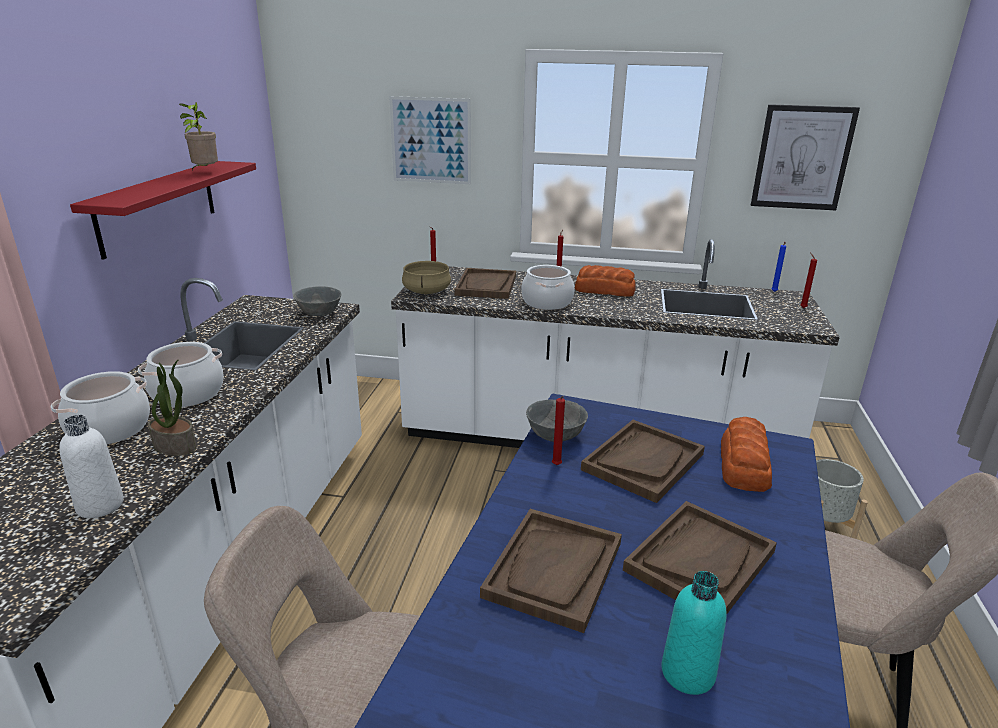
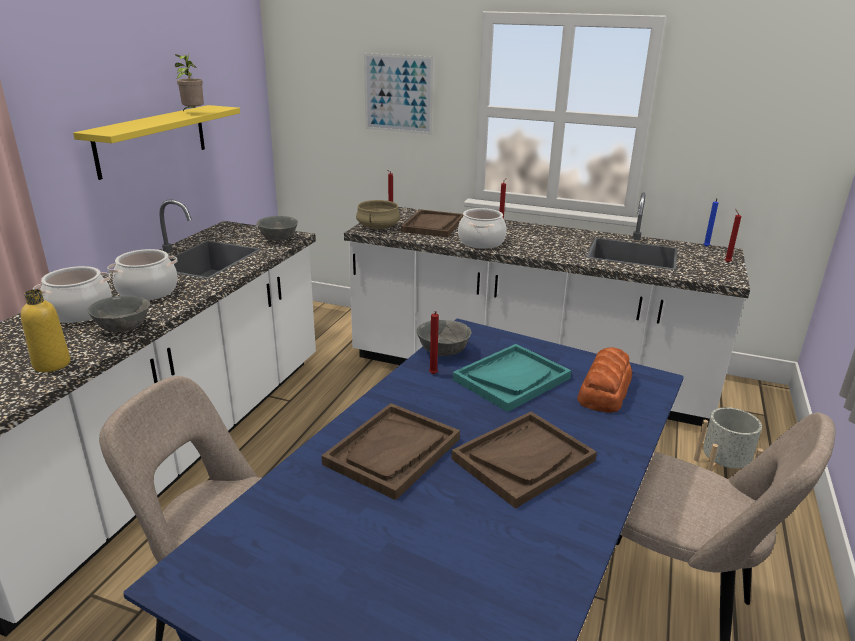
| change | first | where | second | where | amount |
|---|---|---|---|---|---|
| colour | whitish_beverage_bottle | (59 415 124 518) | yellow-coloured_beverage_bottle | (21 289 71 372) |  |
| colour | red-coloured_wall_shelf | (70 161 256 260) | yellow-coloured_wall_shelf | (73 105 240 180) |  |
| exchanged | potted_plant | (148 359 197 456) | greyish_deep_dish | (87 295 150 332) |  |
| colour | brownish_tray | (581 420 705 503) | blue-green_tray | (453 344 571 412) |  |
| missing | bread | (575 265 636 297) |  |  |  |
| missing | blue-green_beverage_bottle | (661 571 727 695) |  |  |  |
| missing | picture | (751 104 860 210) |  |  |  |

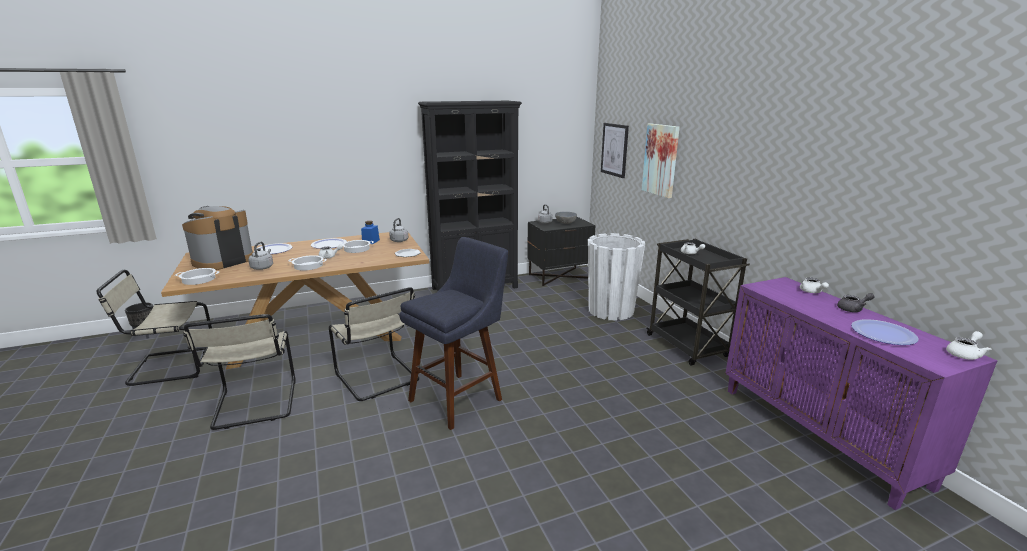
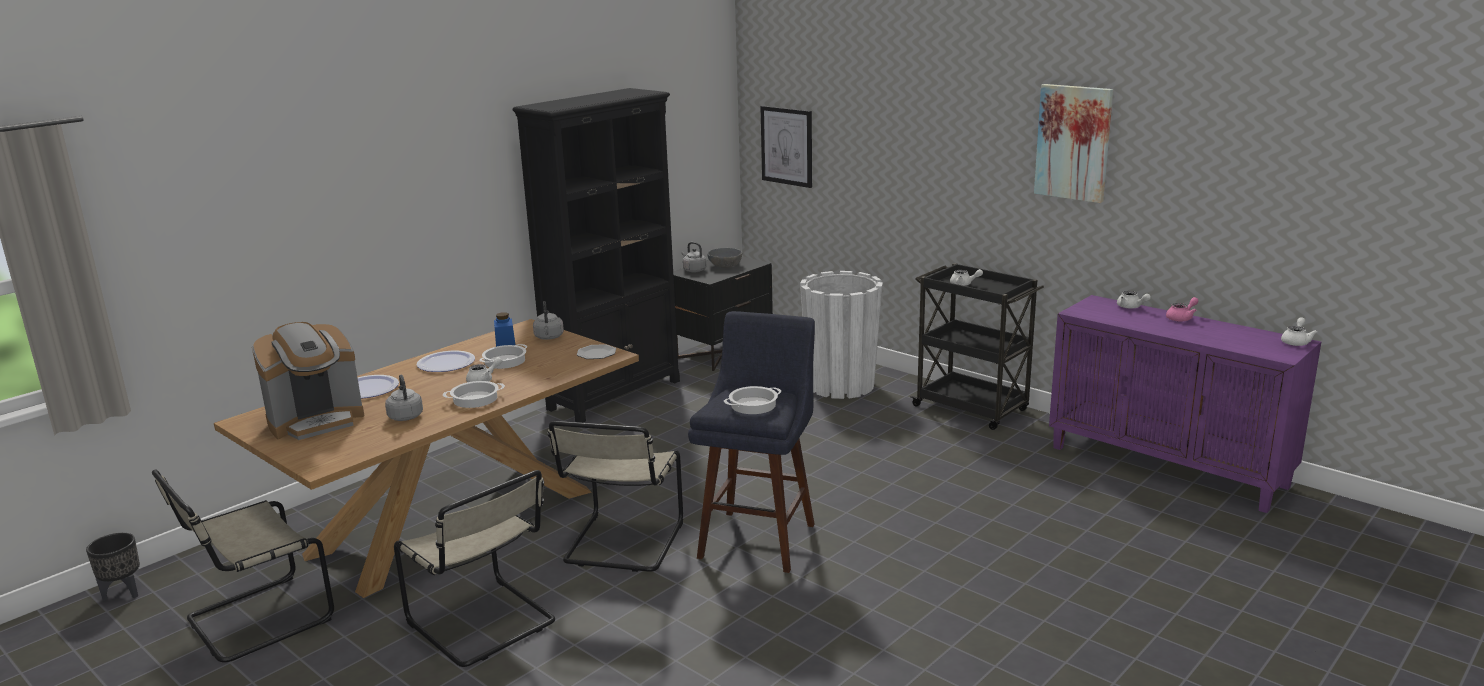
| change | first | where | second | where | amount |
|---|---|---|---|---|---|
| spun | coffee_maker | (182 206 253 270) |  | (252 322 364 440) | 135 degrees counterclockwise |
| spun | beige_chair | (329 287 419 401) |  | (547 421 683 572) | 75 degrees clockwise |
| relocated | stockpot | (175 268 219 285) |  | (724 386 781 414) |  |
| relocated | picture | (642 123 680 198) |  | (1034 84 1113 203) |  |
| colour | greyish_teapot | (837 293 874 312) | pink-coloured_teapot | (1166 297 1198 322) |  |
| missing | dinner_plate | (851 319 919 345) |  |  |  |

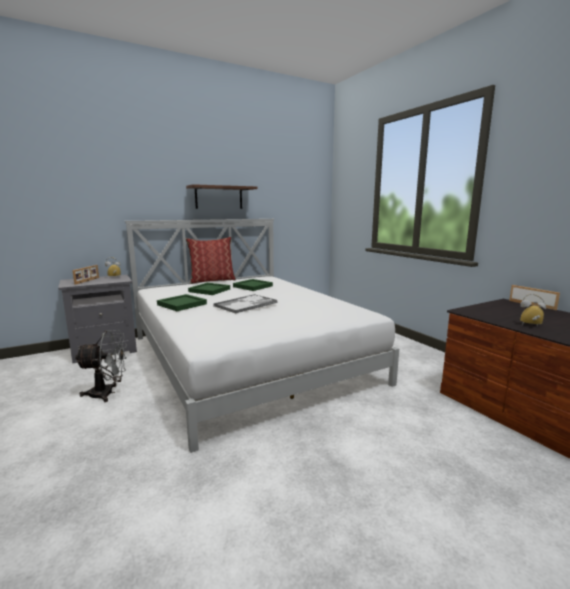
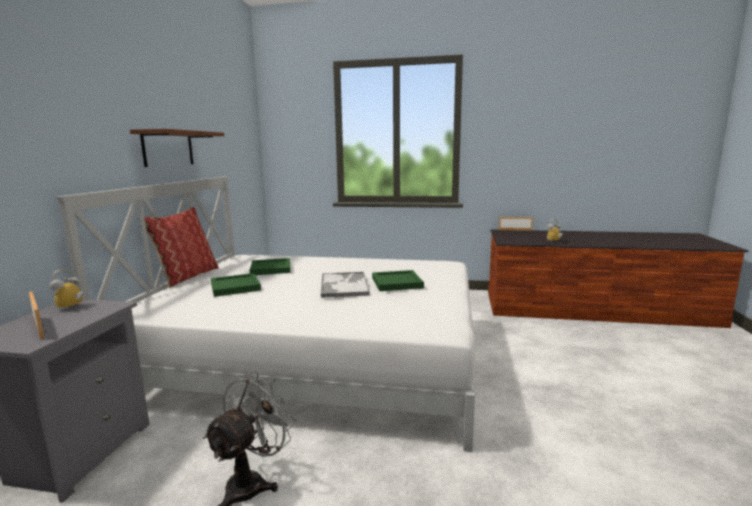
| change | first | where | second | where | amount |
|---|---|---|---|---|---|
| relocated | green_tray | (157 294 207 311) |  | (372 270 424 291) |  |

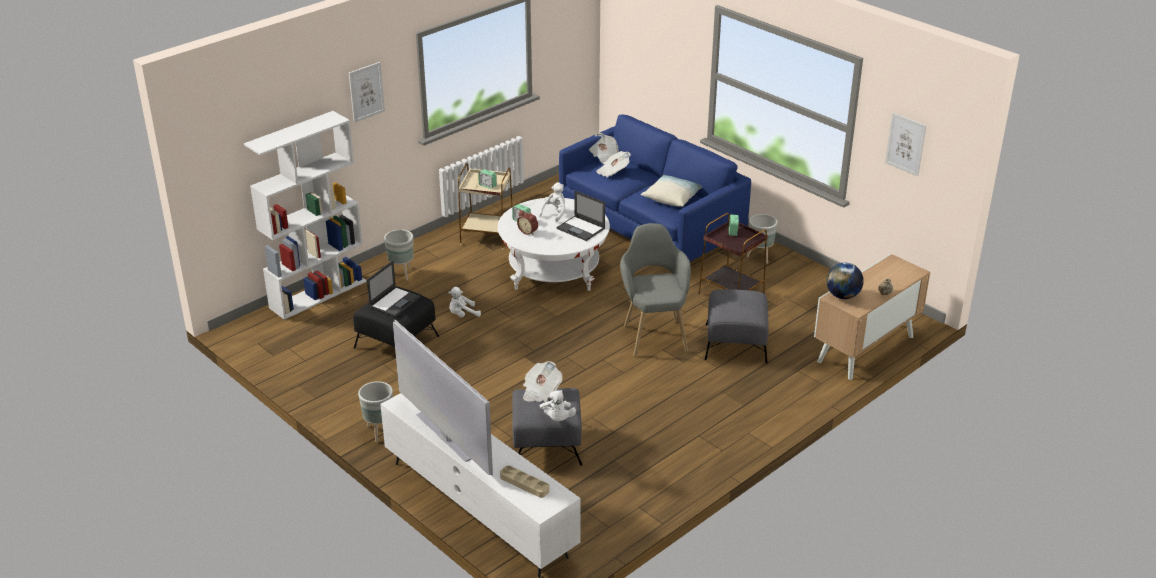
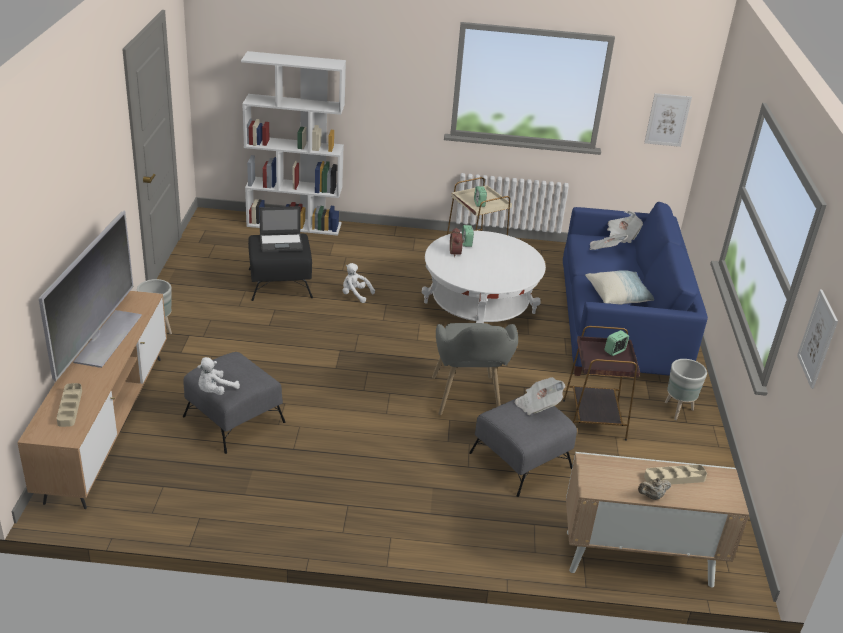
| change | first | where | second | where | amount |
|---|---|---|---|---|---|
| colour | whitish_tv_unit | (380 393 581 578) | brownish_tv_unit | (17 291 167 509) |  |
| spun | greyish_easy_chair | (620 223 691 357) |  | (432 323 518 415) | 135 degrees clockwise |
| relocated | daily_paper | (523 361 562 402) |  | (515 377 566 415) |  |
| relocated | picture | (349 62 385 123) |  | (644 93 692 147) |  |
| appeared |  |  | beige_tray | (644 465 707 485) |  |
| missing | greyish_plant_pot | (384 229 413 280) |  |  |  |
| missing | whitish_plush_toy | (539 182 565 222) |  |  |  |
| missing | portable_computer | (556 190 605 241) |  |  |  |
| missing | globe | (826 263 864 299) |  |  |  |

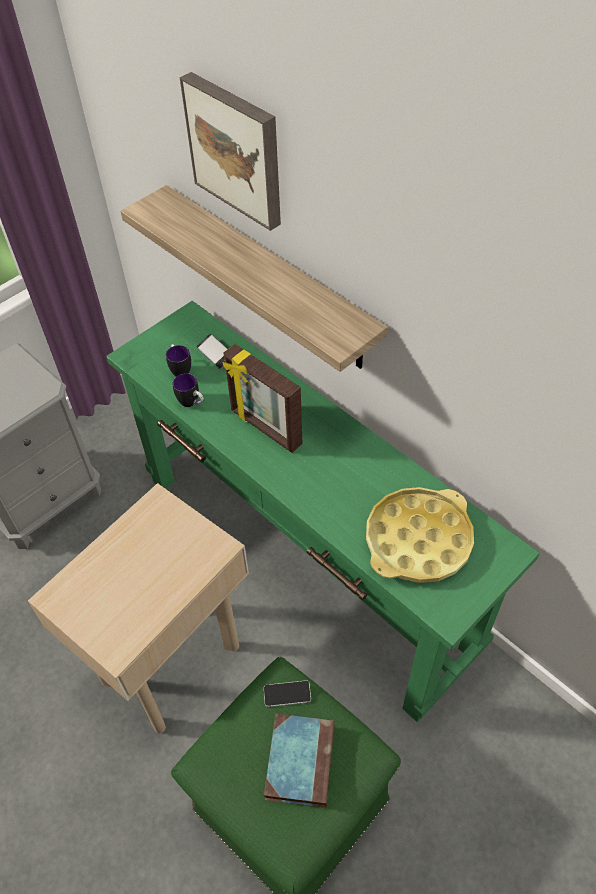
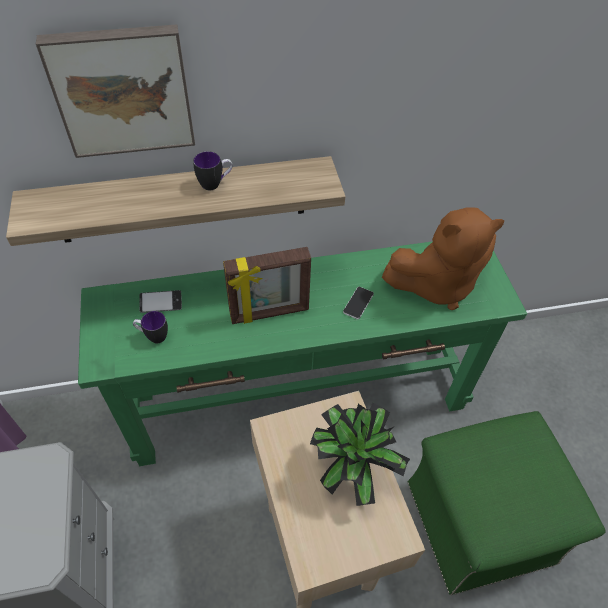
| change | first | where | second | where | amount |
|---|---|---|---|---|---|
| relocated | coffee_mug | (172 373 204 407) |  | (193 151 233 190) |  |
| appeared |  |  | potted_plant | (310 403 410 506) |  |
| relocated | telephone | (264 680 311 707) |  | (343 287 374 319) |  |
| exchanged | yellow-coloured_tray | (366 487 474 583) | brownish_plush_toy | (382 208 504 310) |  |
| missing | book | (264 714 335 808) |  |  |  |

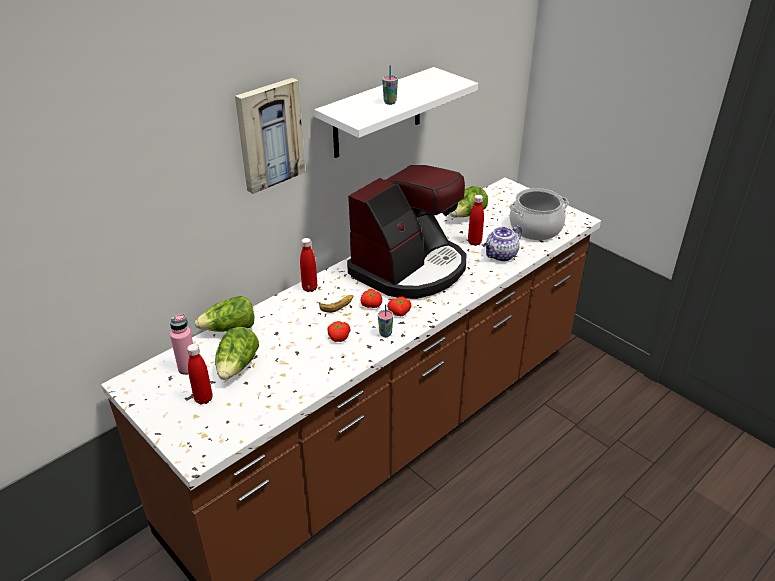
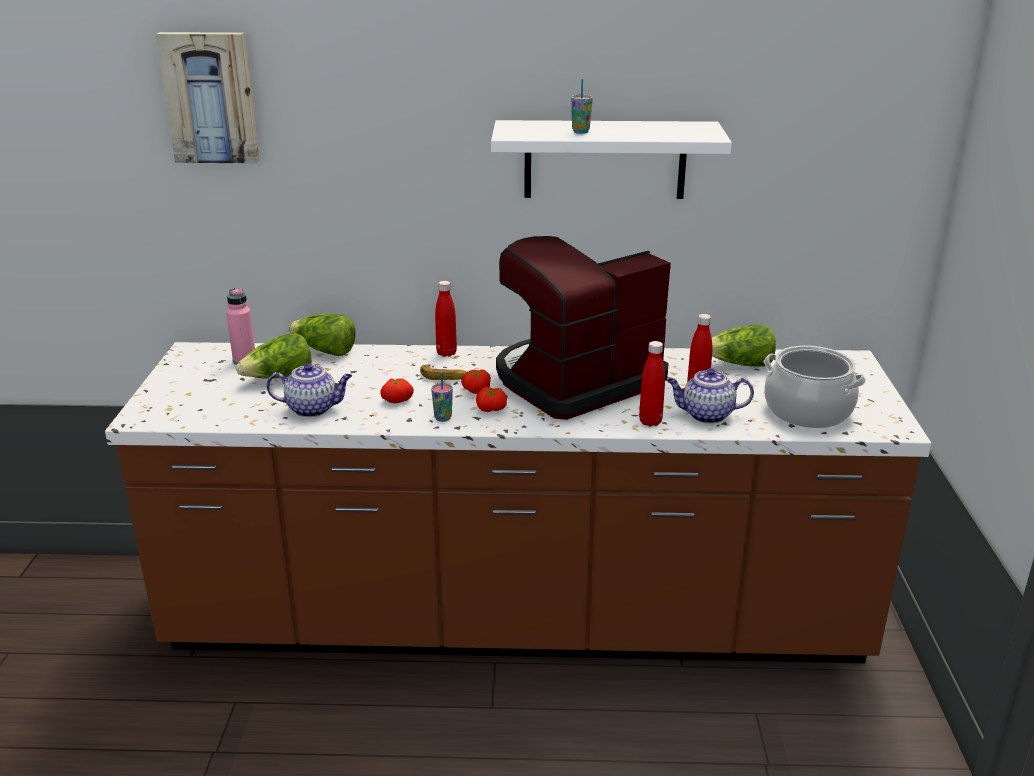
| change | first | where | second | where | amount |
|---|---|---|---|---|---|
| relocated | picture | (235 78 305 194) |  | (156 32 259 163) |  |
| appeared |  |  | teapot | (266 363 352 417) |  |
| spun | coffee_maker | (347 165 466 299) |  | (496 236 671 420) | 150 degrees clockwise |
| relocated | red-coloured_beverage_bottle | (187 344 213 405) |  | (639 341 665 427) |  |

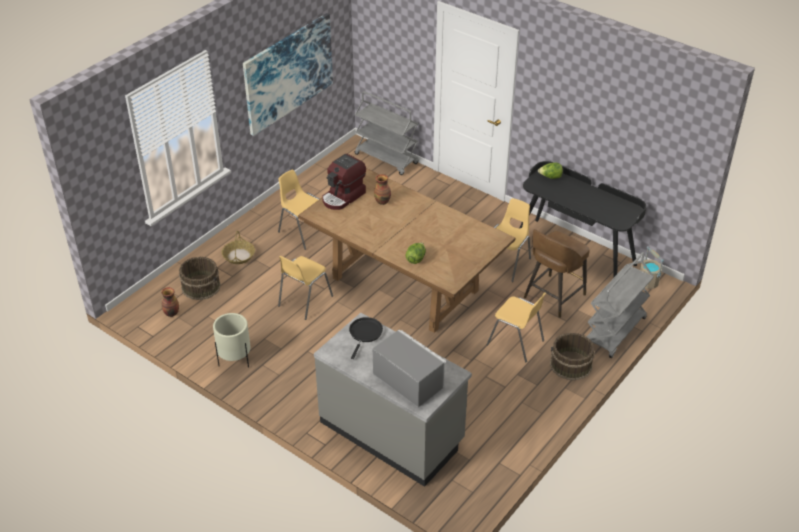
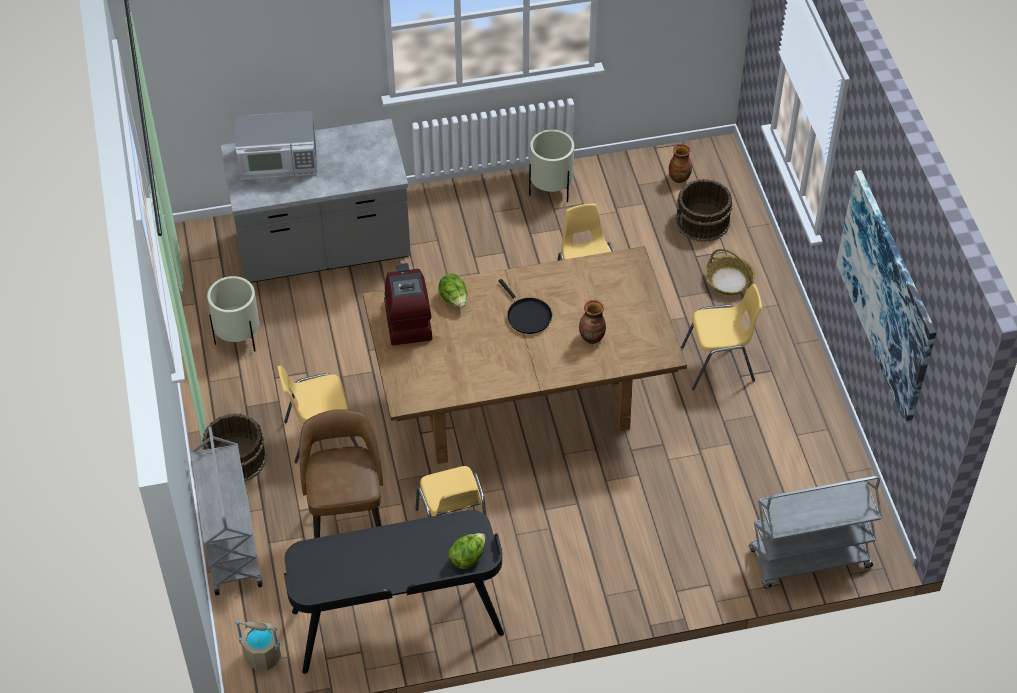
| change | first | where | second | where | amount |
|---|---|---|---|---|---|
| appeared |  |  | beige_plant_pot | (207 276 259 352) |  |
| relocated | coffee_maker | (322 154 366 210) |  | (384 263 432 346) |  |
| relocated | black_pan | (349 317 383 359) |  | (498 279 552 334) |  |

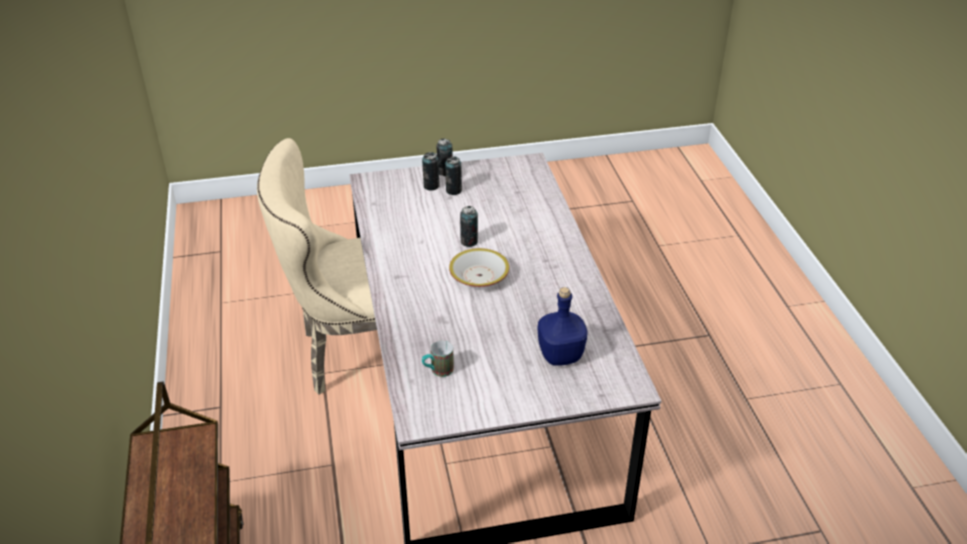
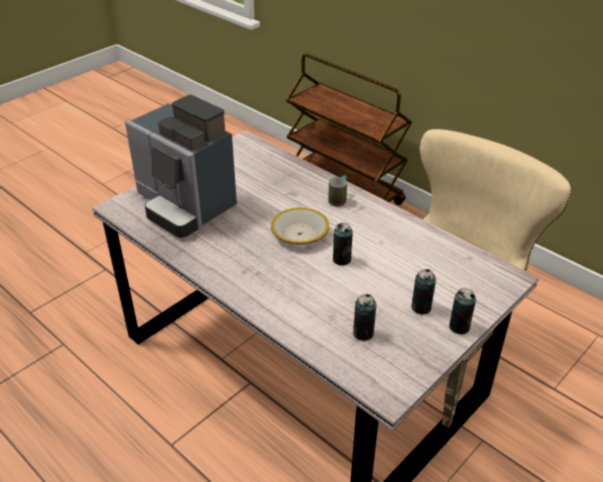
| change | first | where | second | where | amount |
|---|---|---|---|---|---|
| exchanged | bluish_beverage_bottle | (537 287 588 366) | coffee_maker | (125 95 237 238) |  |
| relocated | coffee_mug | (422 341 454 377) |  | (328 175 347 207) |  |
| relocated | sealed_can | (422 152 440 191) |  | (353 294 376 341) |  |

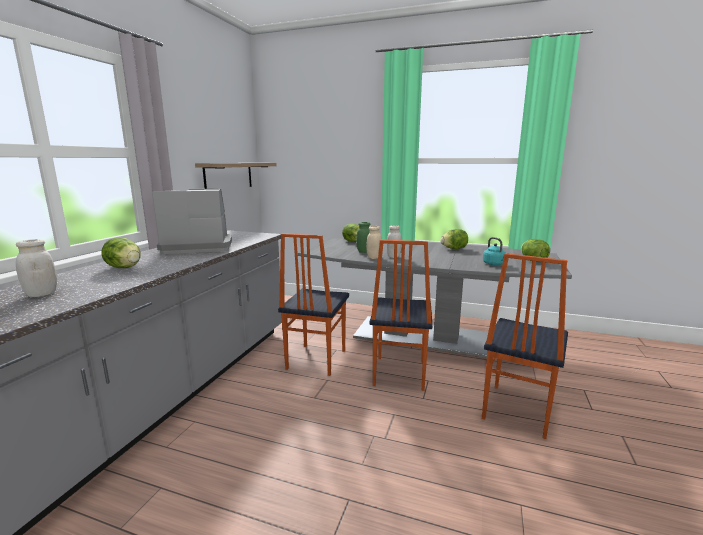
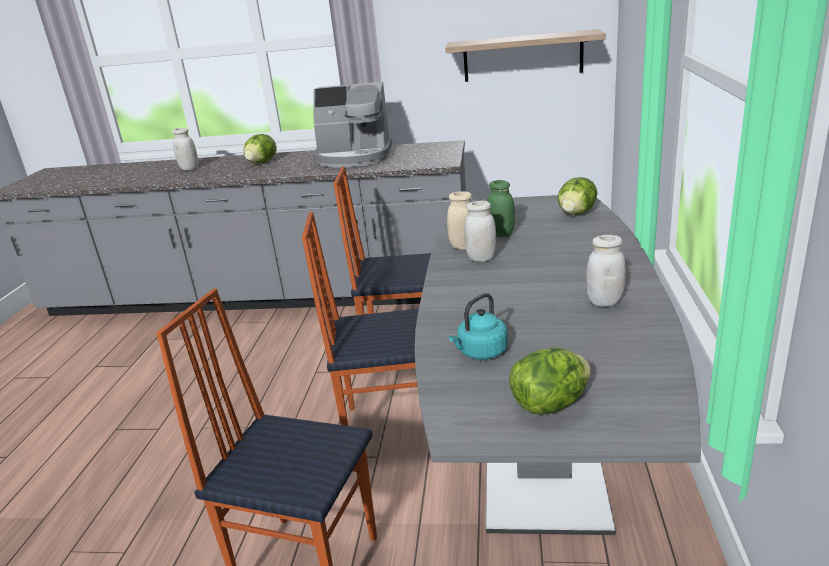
| change | first | where | second | where | amount |
|---|---|---|---|---|---|
| spun | coffee_maker | (152 189 232 254) |  | (313 82 392 167) | 120 degrees clockwise |
| exchanged | head_of_lettuce | (440 229 468 249) | whitish_preserve_jar | (586 235 626 307) |  |

